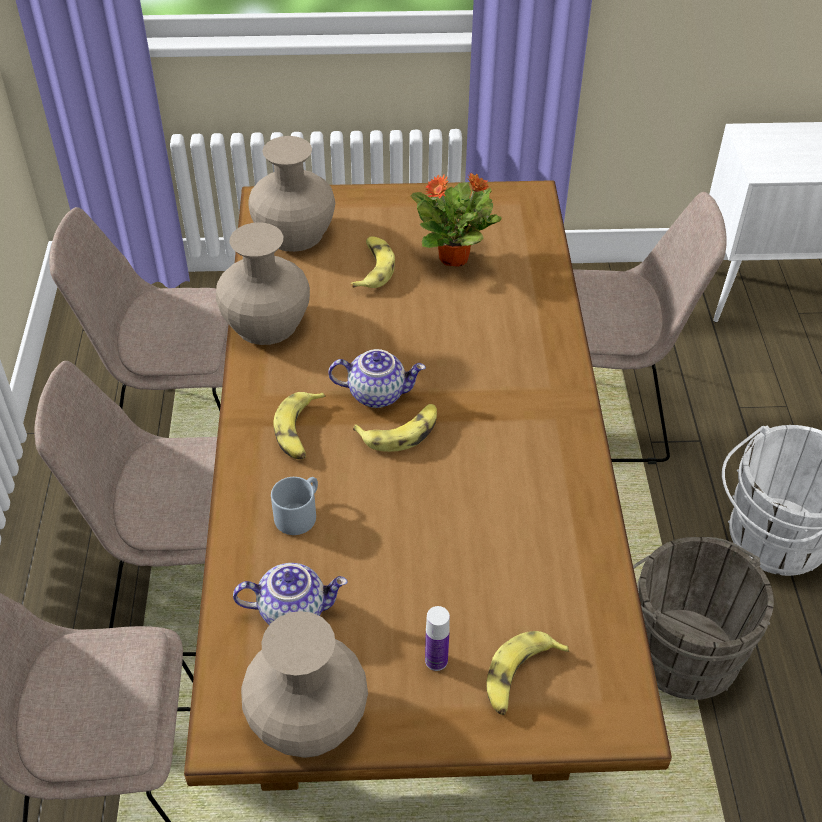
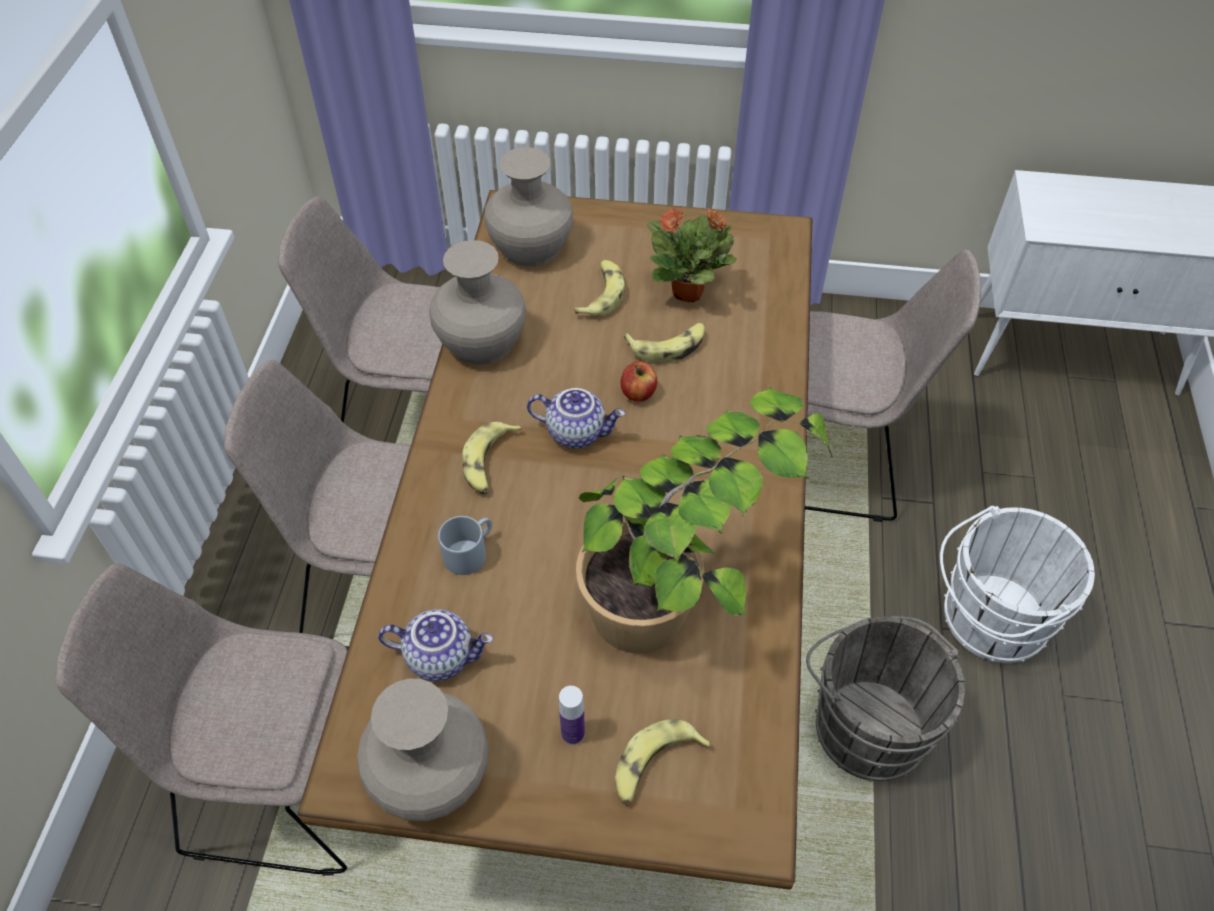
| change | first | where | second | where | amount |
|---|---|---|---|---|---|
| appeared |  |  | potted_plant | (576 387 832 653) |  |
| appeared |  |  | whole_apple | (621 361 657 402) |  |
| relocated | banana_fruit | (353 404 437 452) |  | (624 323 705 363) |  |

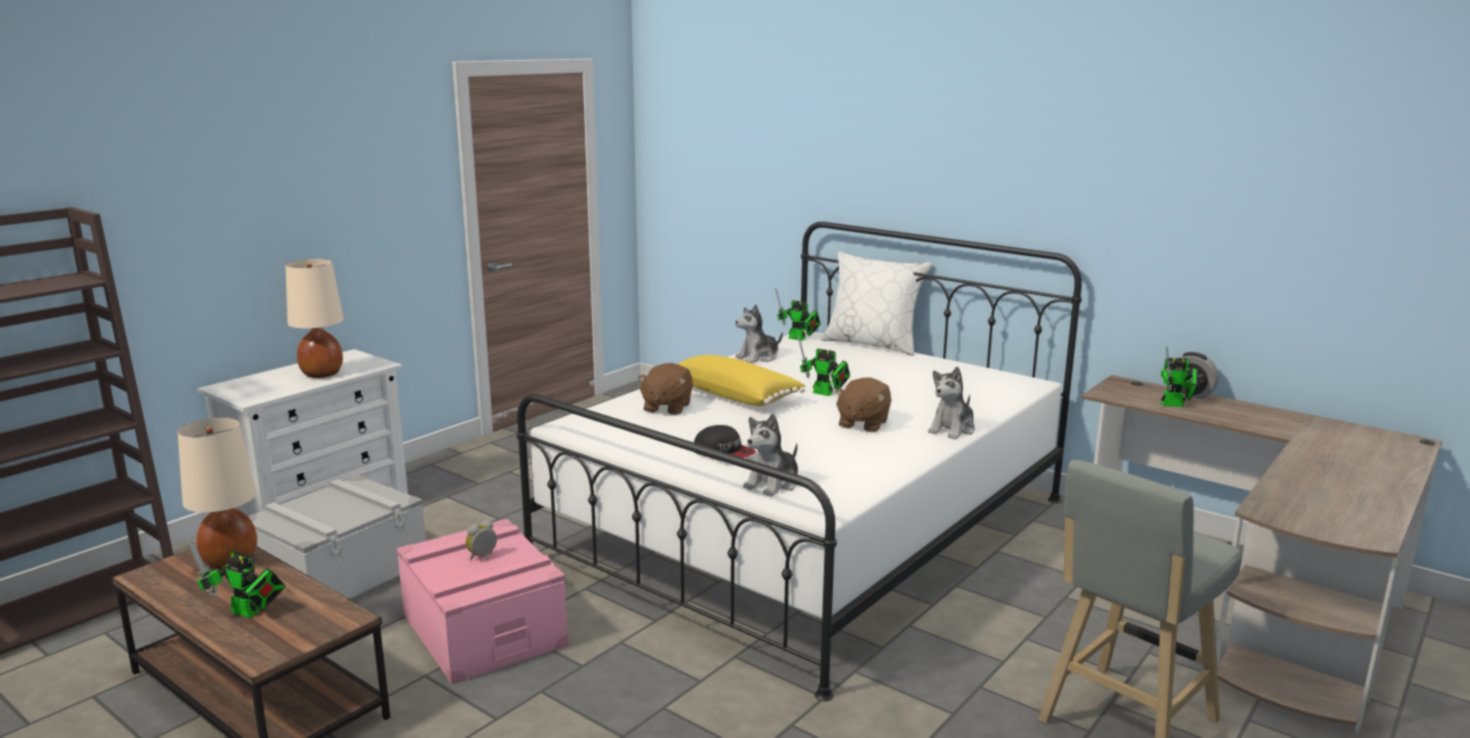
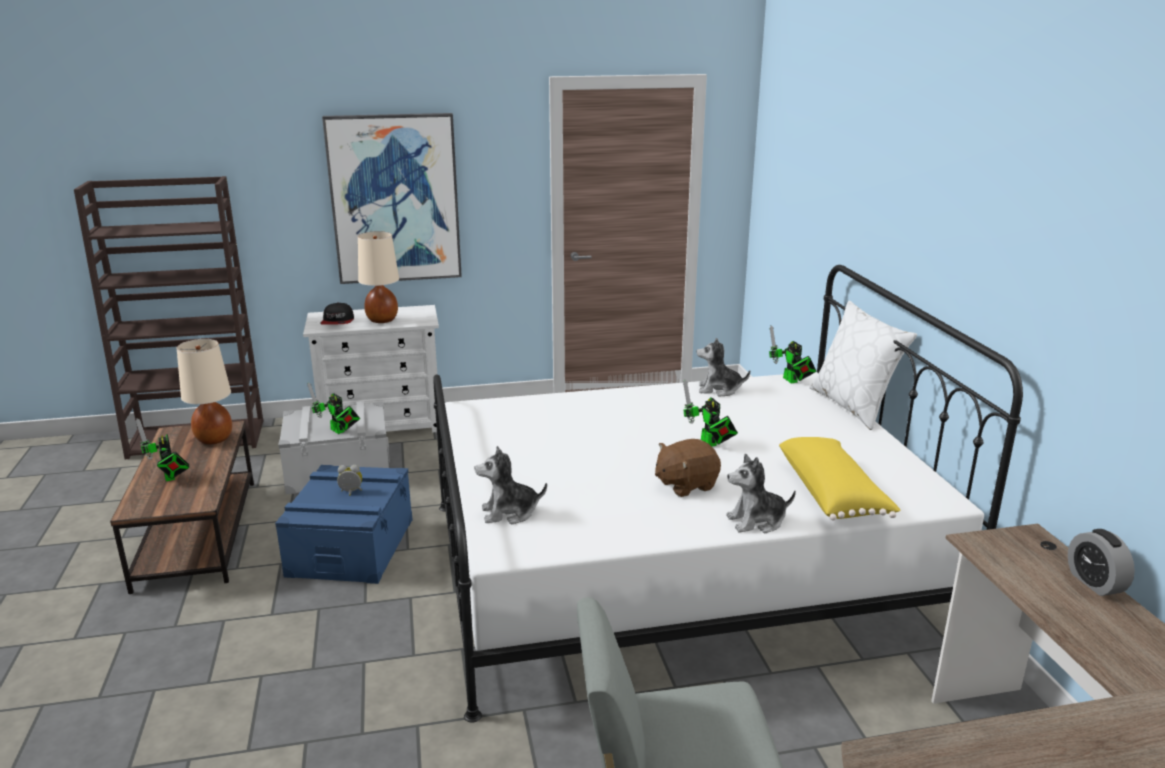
| change | first | where | second | where | amount |
|---|---|---|---|---|---|
| colour | pink-coloured_storage_box | (396 519 569 685) | bluish_storage_box | (275 465 413 584) |  |
| relocated | toy_robot | (1161 346 1197 407) |  | (308 382 360 434) |  |
| relocated | cap | (694 425 756 461) |  | (320 302 354 325) |  |
| appeared |  |  | picture | (322 113 462 284) |  |
| relocated | yellow-coloured_cushion | (679 355 805 406) |  | (779 437 900 521) |  |
| missing | brownish_plush_toy | (638 363 693 415) |  |  |  |

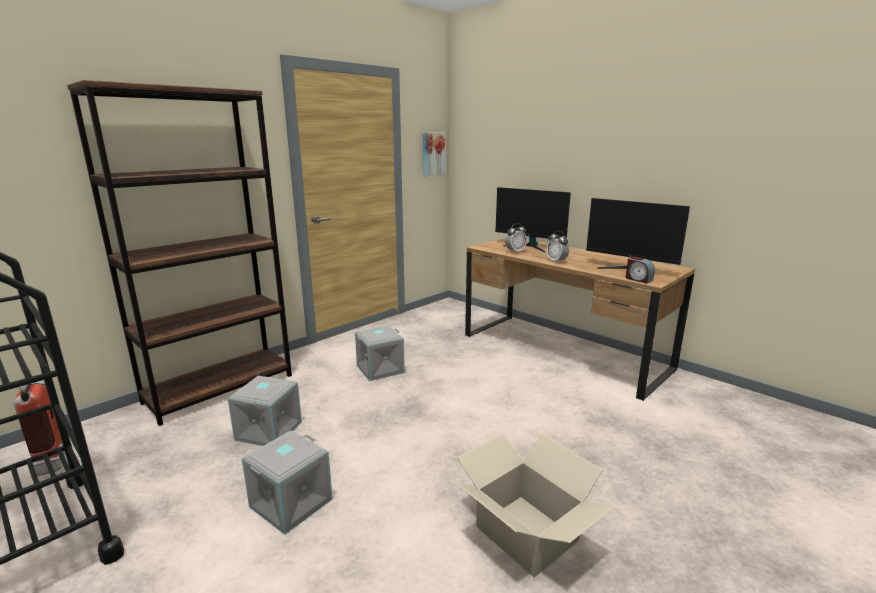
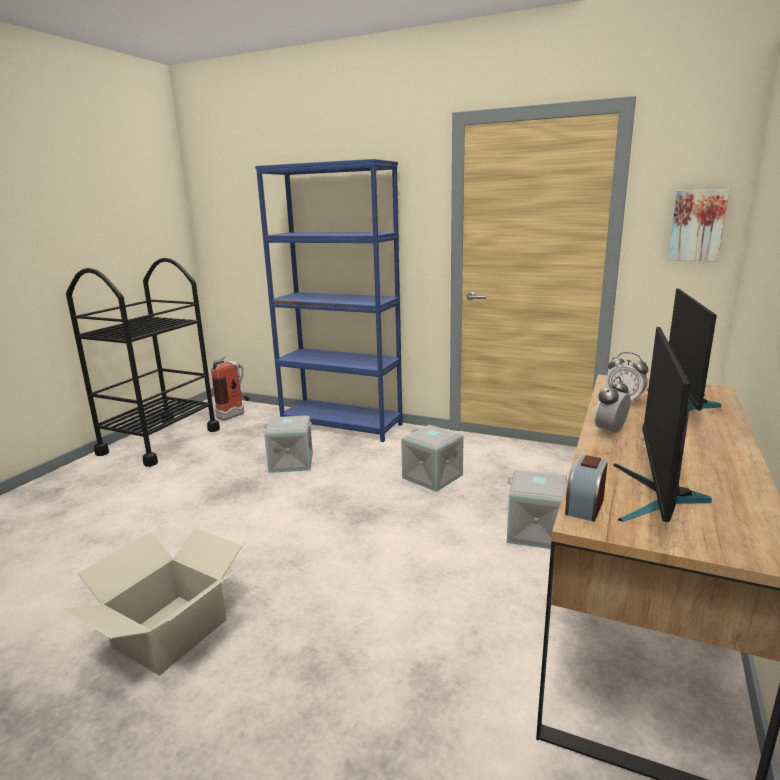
| change | first | where | second | where | amount |
|---|---|---|---|---|---|
| colour | brownish_bookcase | (67 80 292 426) | bluish_bookcase | (255 159 403 442) |  |
| relocated | greyish_storage_box | (242 430 333 535) |  | (507 470 567 549) |  |

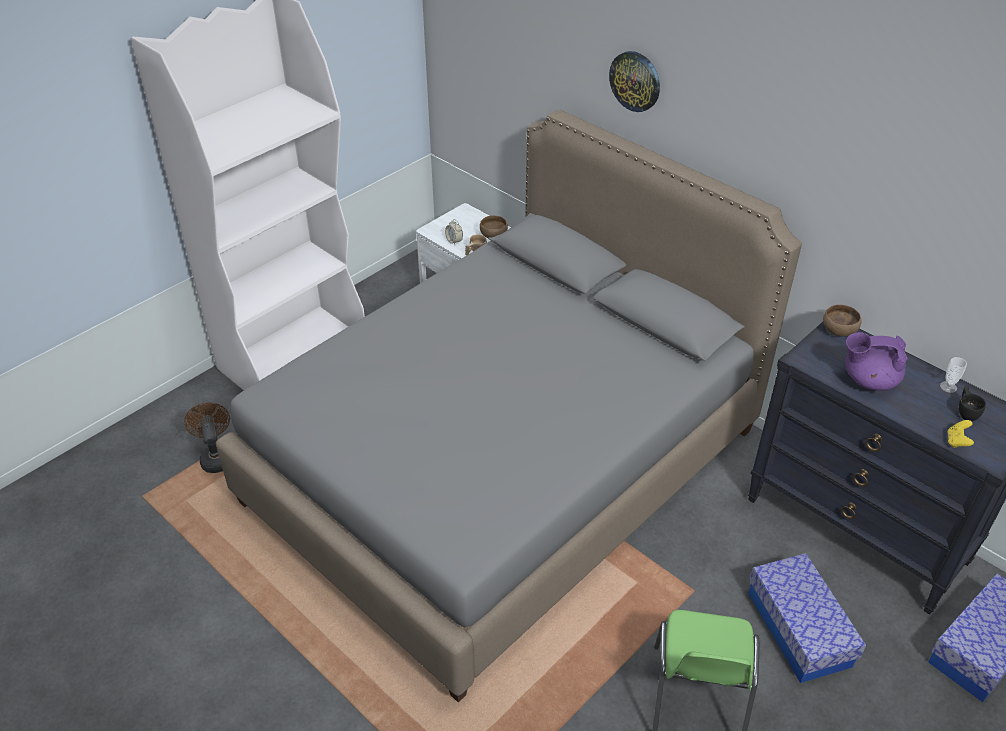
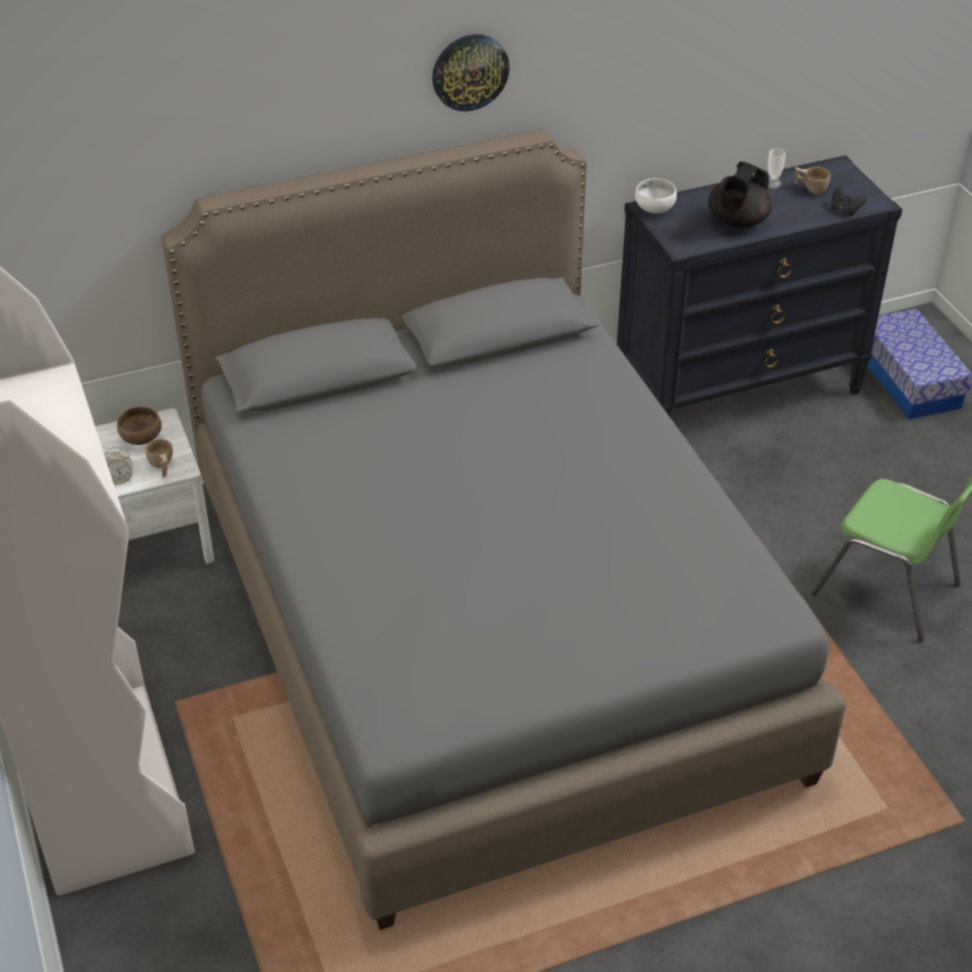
| change | first | where | second | where | amount |
|---|---|---|---|---|---|
| relocated | clock_on_the_wall | (609 51 660 112) |  | (432 34 510 111) |  |
| colour | brownish_deep_dish | (823 305 862 337) | whitish_deep_dish | (635 179 677 213) |  |
| colour | purple-coloured_teapot | (845 332 908 391) | black_teapot | (708 161 772 228) |  |
| colour | black_small_cup | (959 386 986 421) | beige_small_cup | (795 167 830 195) |  |
| colour | yellow-coloured_game_controller | (948 420 974 448) | black_game_controller | (831 186 866 216) |  |
| missing | brownish_electric_fan | (184 402 230 473) |  |  |  |
| missing | storage_box | (748 553 866 683) |  |  |  |

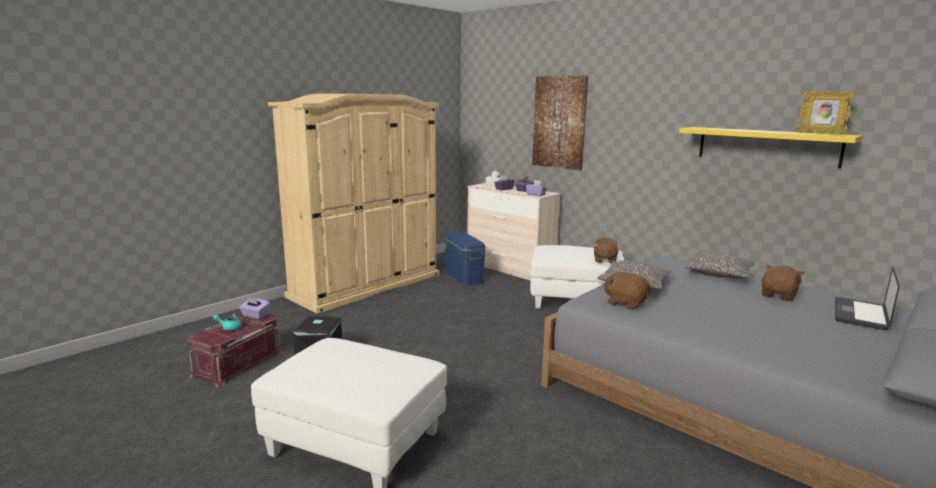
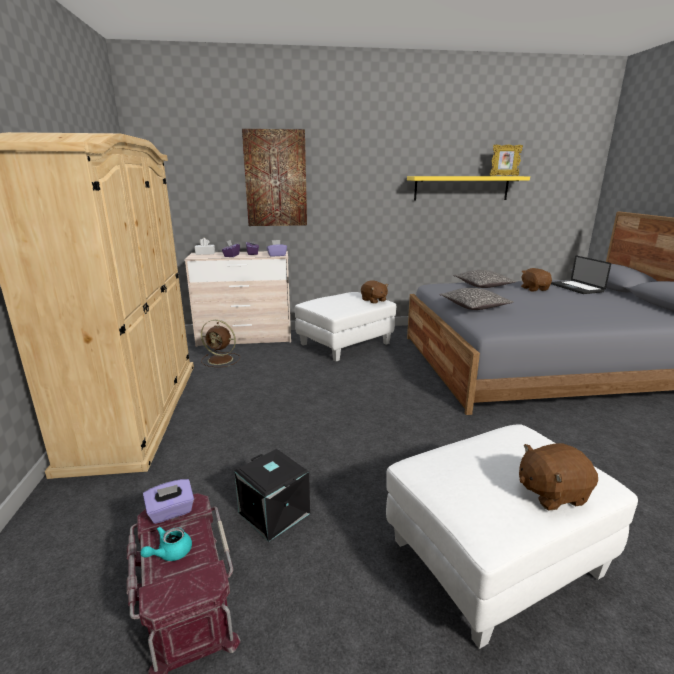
| change | first | where | second | where | amount |
|---|---|---|---|---|---|
| exchanged | bluish_storage_box | (444 232 486 286) | brownish_electric_fan | (201 320 240 367) |  |
| relocated | brownish_plush_toy | (603 271 650 310) |  | (519 443 598 511) |  |

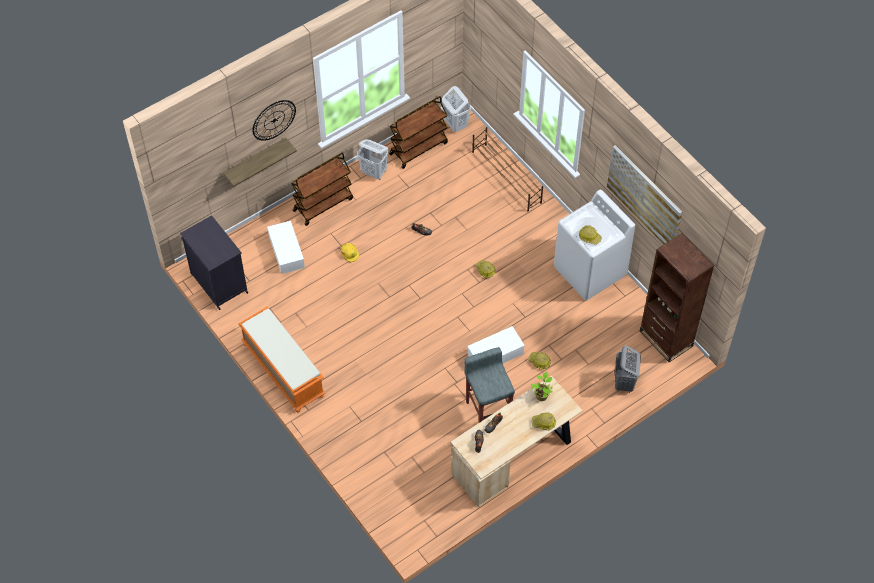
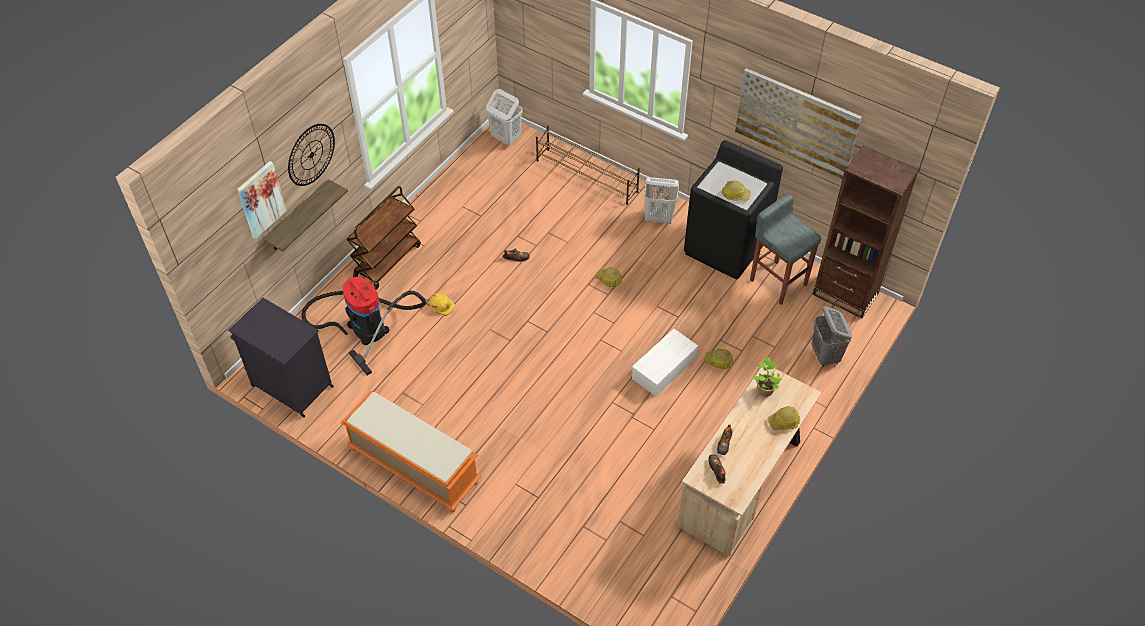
| change | first | where | second | where | amount |
|---|---|---|---|---|---|
| appeared |  |  | picture | (237 161 287 239) |  |
| exchanged | whitish_storage_box | (267 221 305 274) | hoover | (301 277 426 375) |  |
| relocated | whitish_laundry_basket | (357 139 388 180) |  | (644 177 679 224) |  |
| colour | whitish_laundry_machine | (554 190 635 301) | black_laundry_machine | (684 140 783 279) |  |
| relocated | greyish_stool | (464 347 515 423) |  | (750 194 821 305) |  |
| missing | brownish_trolley | (389 96 448 169) |  |  |  |

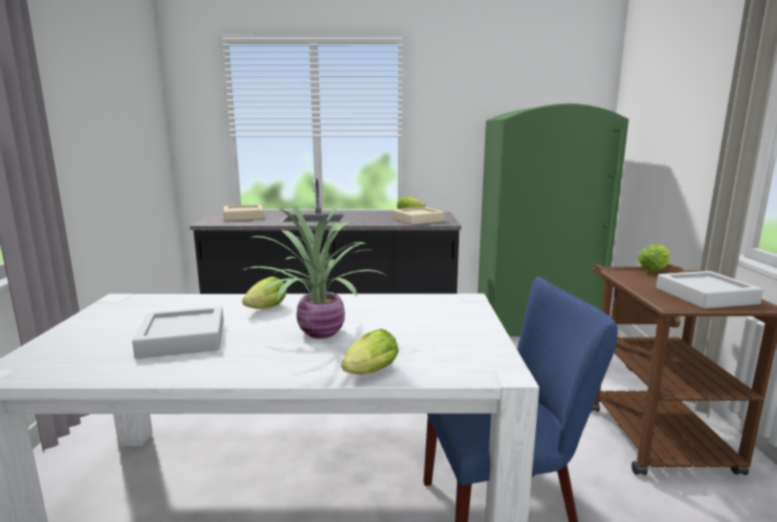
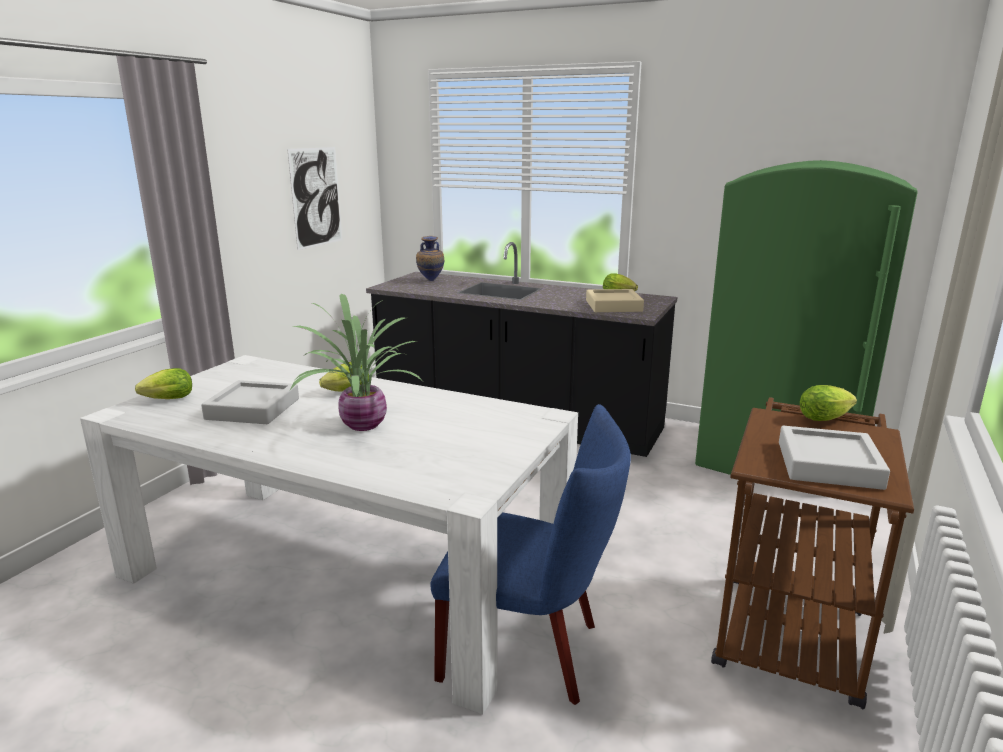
| change | first | where | second | where | amount |
|---|---|---|---|---|---|
| relocated | head_of_lettuce | (341 329 398 374) |  | (135 368 192 399) |  |
| appeared |  |  | picture | (287 147 342 250) |  |
| exchanged | beige_tray | (224 204 264 221) | decorative_vase | (416 236 444 281) |  |

